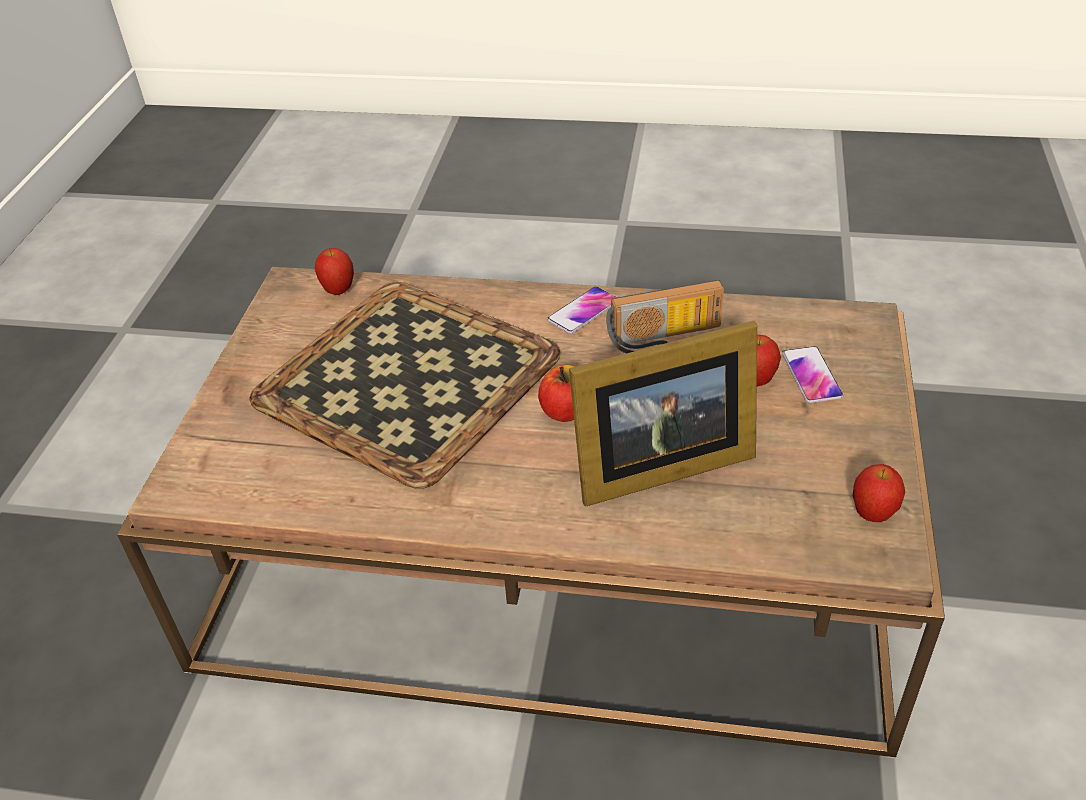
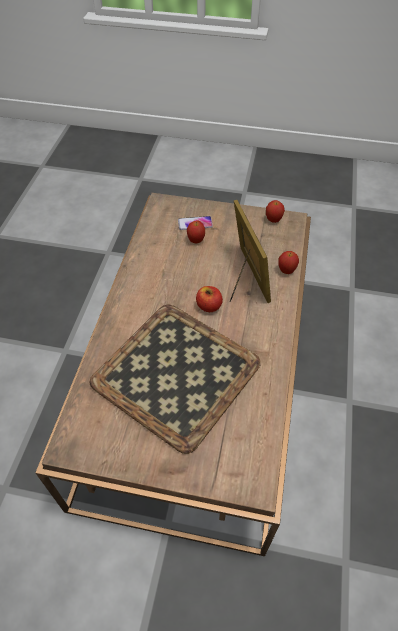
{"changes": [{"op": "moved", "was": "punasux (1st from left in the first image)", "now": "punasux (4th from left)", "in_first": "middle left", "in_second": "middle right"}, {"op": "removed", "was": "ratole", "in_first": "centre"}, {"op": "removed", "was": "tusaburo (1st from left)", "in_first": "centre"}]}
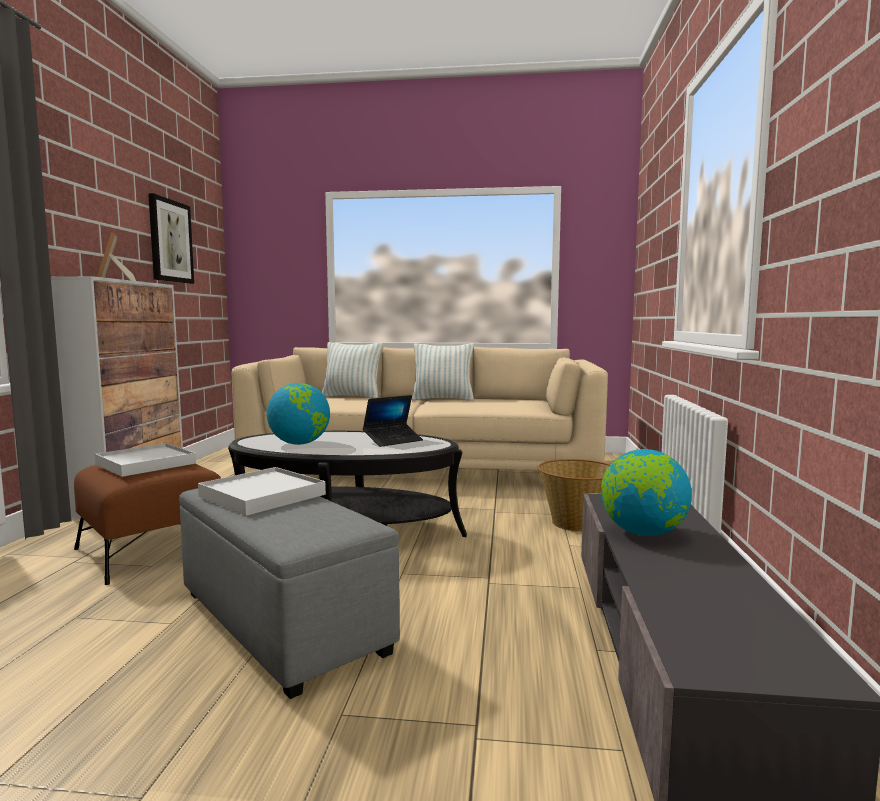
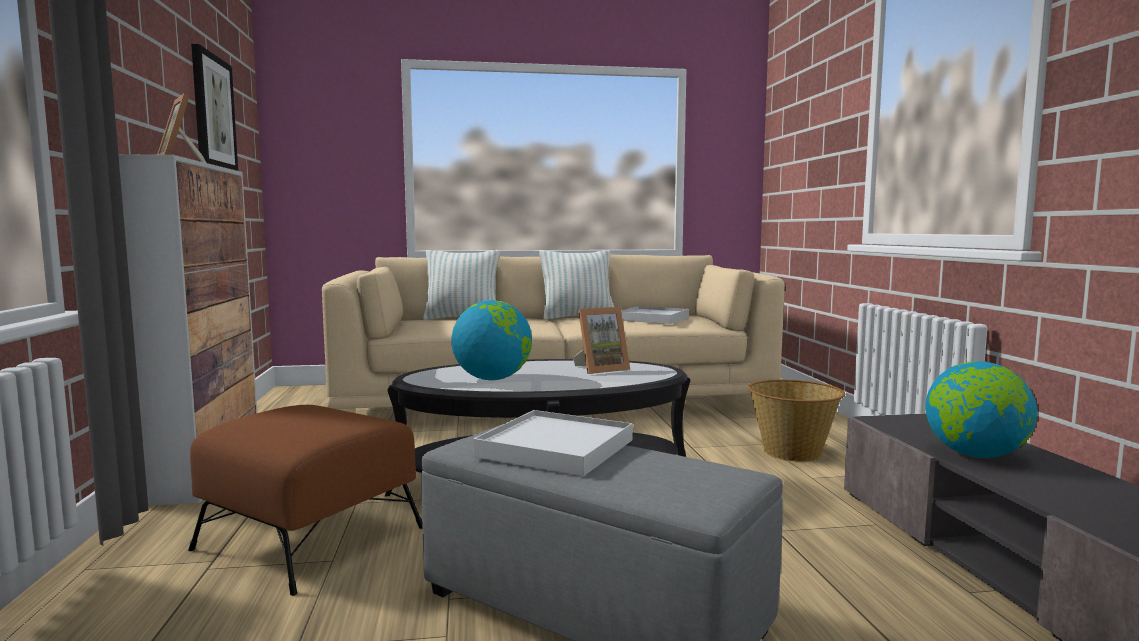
{"changes": [{"op": "replaced", "was": "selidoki", "now": "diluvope (2nd from left)", "in_first": "centre", "in_second": "centre"}, {"op": "moved", "was": "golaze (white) (1st from left in the first image)", "now": "golaze (white) (2nd from left)", "in_first": "middle left", "in_second": "centre"}]}
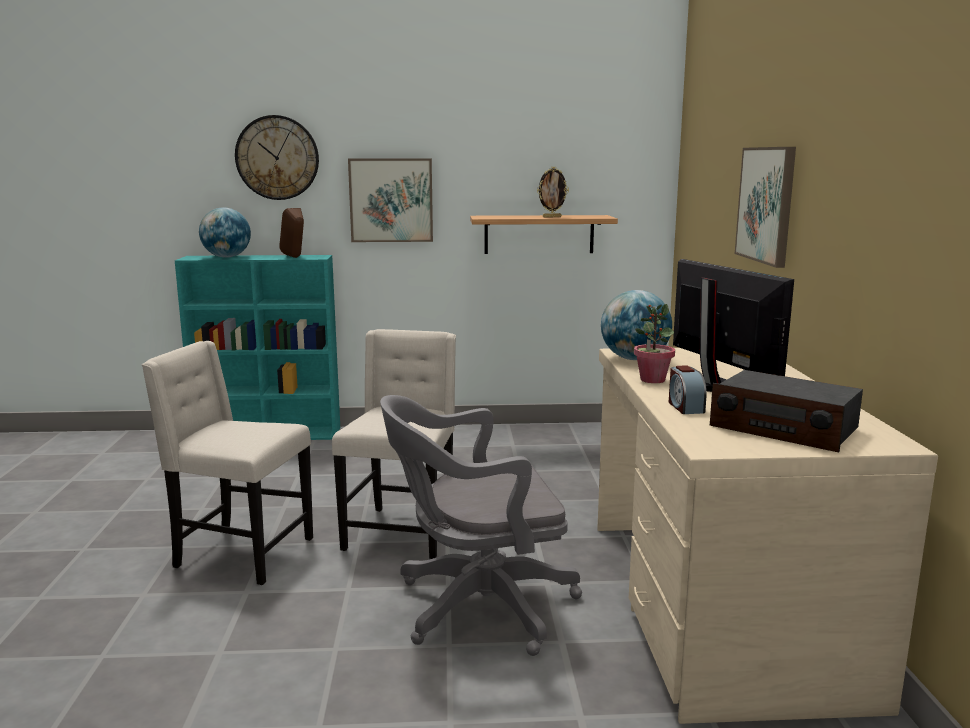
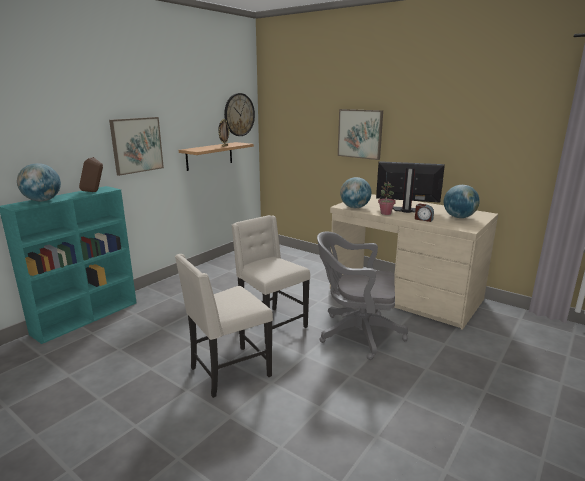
{"changes": [{"op": "moved", "was": "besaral", "in_first": "top left", "in_second": "top centre"}, {"op": "replaced", "was": "ratole", "now": "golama (3rd from left)", "in_first": "middle right", "in_second": "middle right"}, {"op": "turned", "was": "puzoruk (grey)", "in_first": "bottom centre", "in_second": "centre", "clockwise": 75}]}
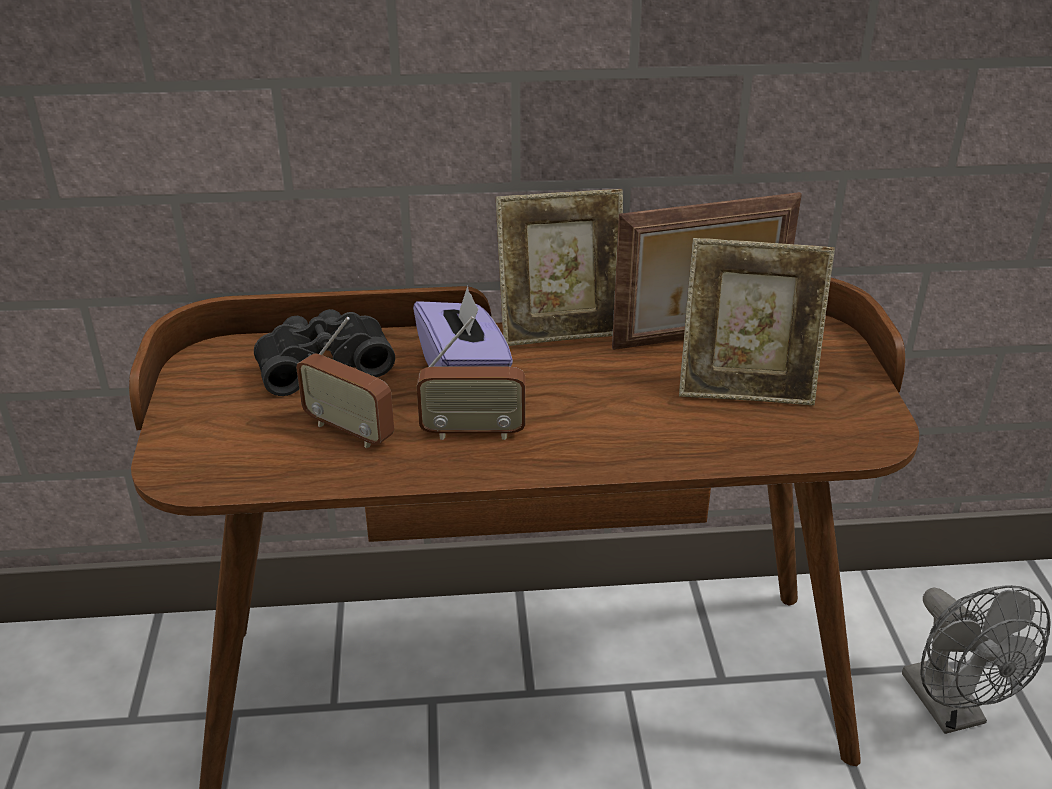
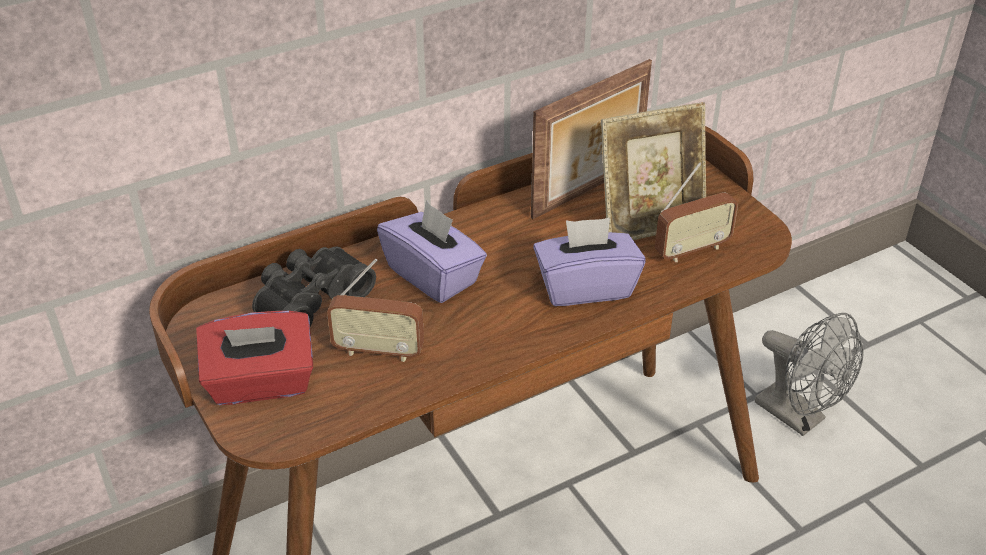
{"changes": [{"op": "removed", "was": "diluvope (1st from left)", "in_first": "centre"}, {"op": "moved", "was": "ratole (2nd from left)", "in_first": "centre", "in_second": "middle right"}, {"op": "added", "now": "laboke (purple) (2nd from left)", "in_second": "centre"}, {"op": "added", "now": "laboke (red)", "in_second": "middle left"}]}
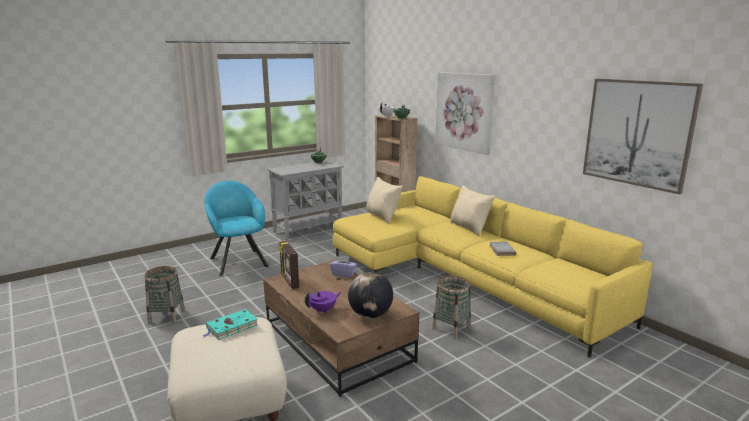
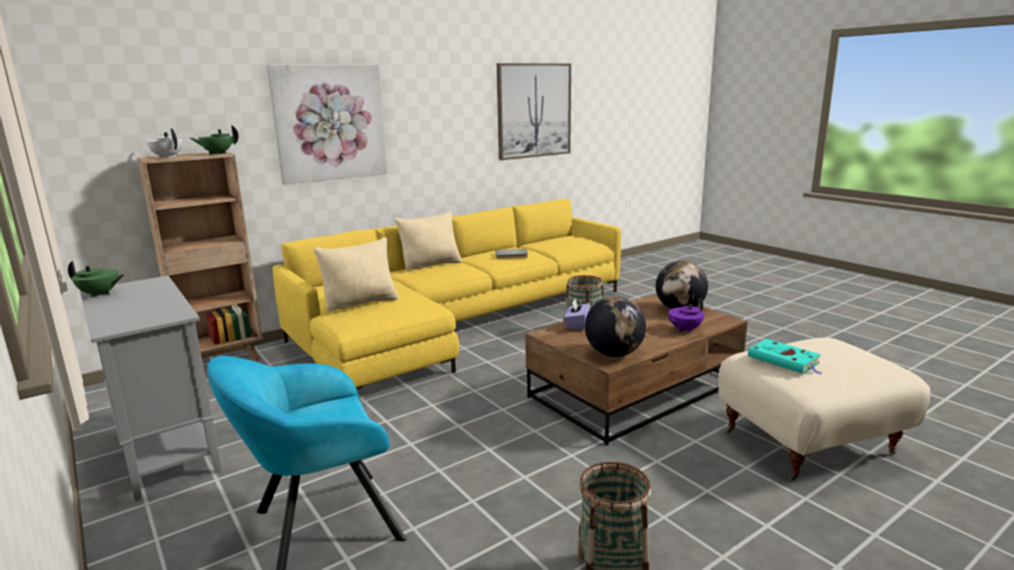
{"changes": [{"op": "replaced", "was": "diluvope", "now": "golama (1st from left)", "in_first": "centre", "in_second": "centre"}, {"op": "turned", "was": "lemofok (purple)", "in_first": "bottom centre", "in_second": "middle right", "clockwise": -90}]}
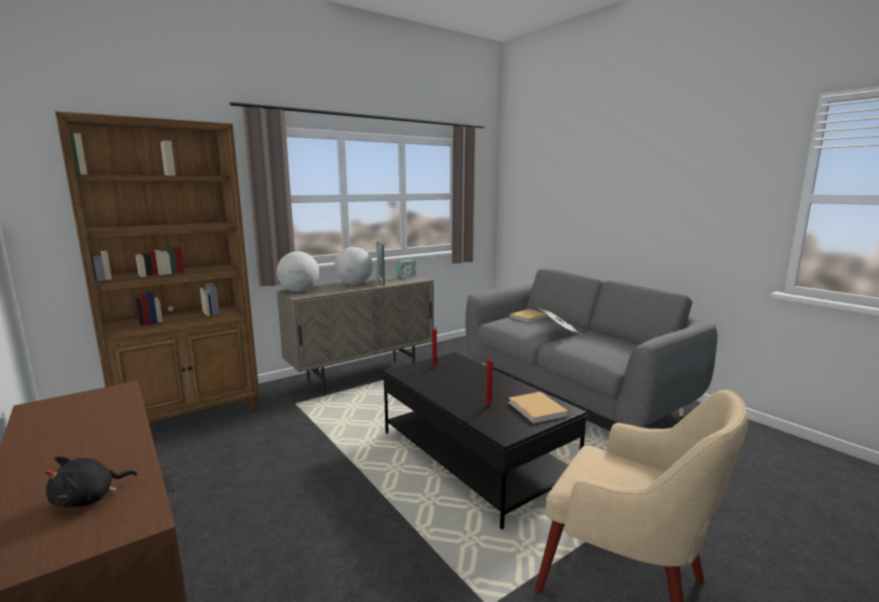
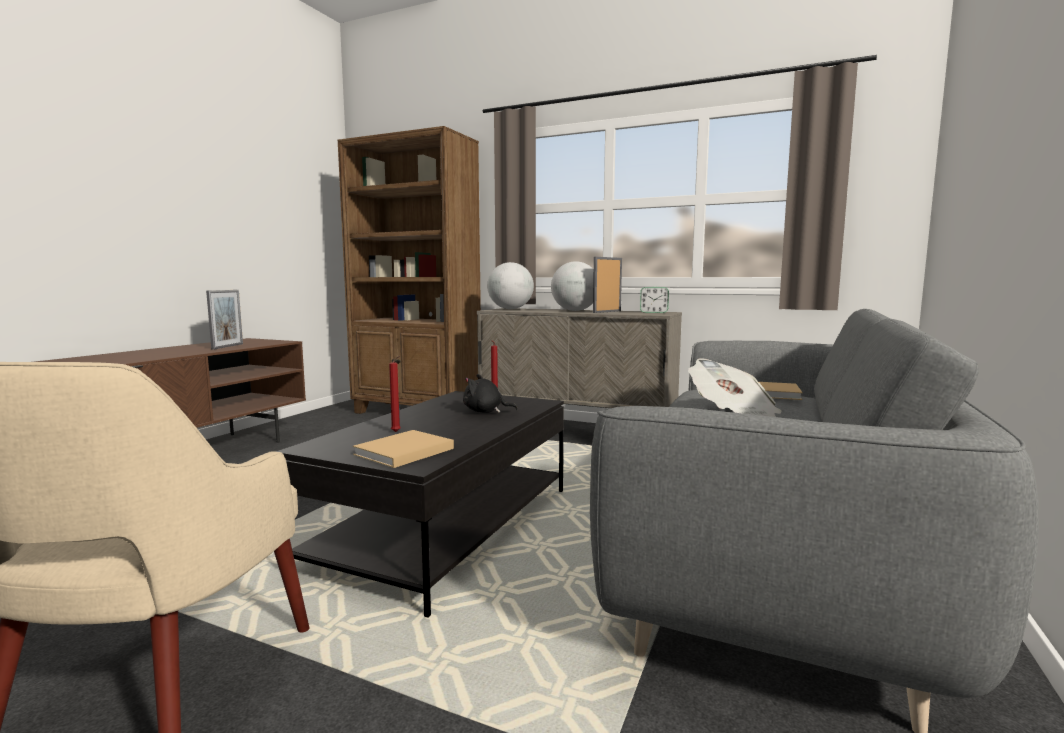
{"changes": [{"op": "moved", "was": "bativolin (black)", "in_first": "bottom left", "in_second": "centre"}, {"op": "added", "now": "diluvope (1st from left)", "in_second": "middle left"}]}
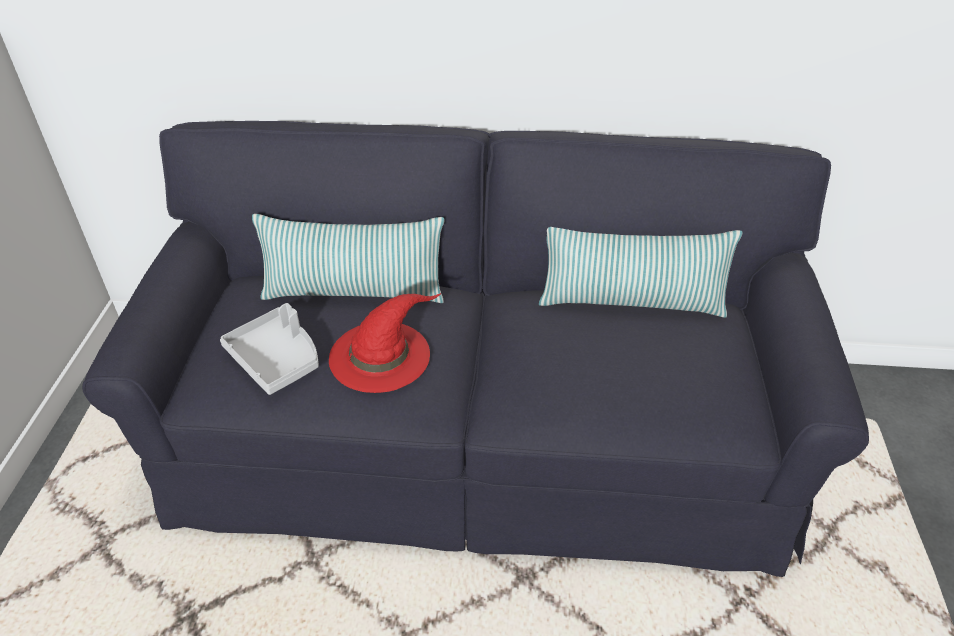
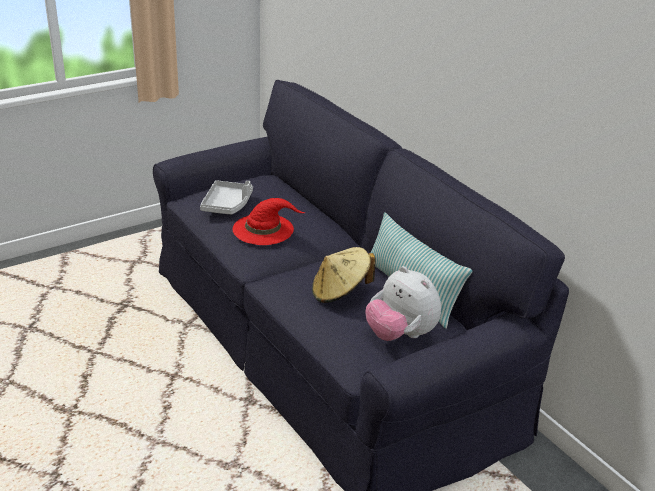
{"changes": [{"op": "removed", "was": "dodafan (1st from left)", "in_first": "centre"}, {"op": "added", "now": "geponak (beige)", "in_second": "centre"}, {"op": "added", "now": "bativolin", "in_second": "centre"}]}
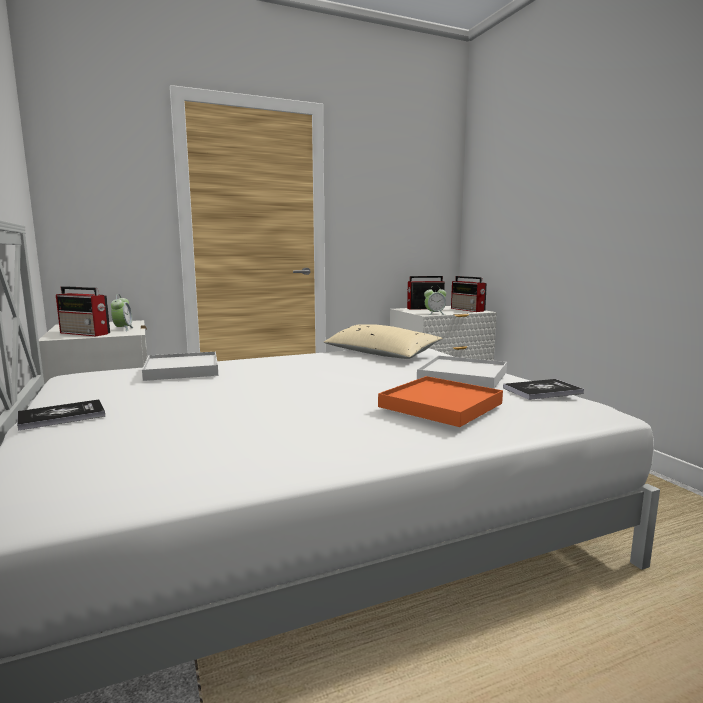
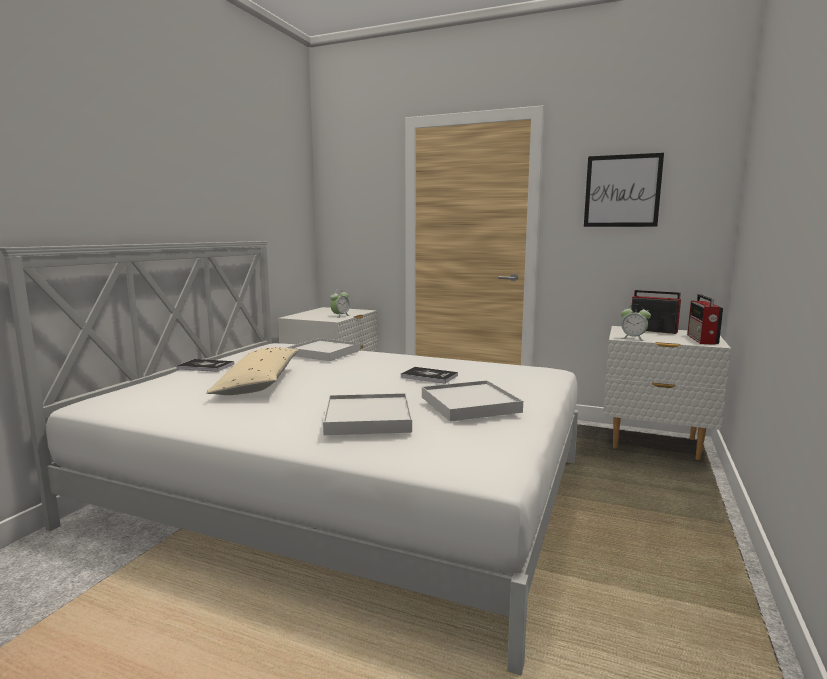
{"changes": [{"op": "removed", "was": "ratole (1st from left)", "in_first": "middle left"}, {"op": "moved", "was": "dodafan (beige)", "in_first": "centre", "in_second": "middle left"}, {"op": "recoloured", "was": "golaze (orange)", "now": "golaze (white) (2nd from left)", "in_first": "centre", "in_second": "centre"}, {"op": "moved", "was": "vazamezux (2nd from left)", "in_first": "middle right", "in_second": "centre"}, {"op": "added", "now": "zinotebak", "in_second": "top right"}]}
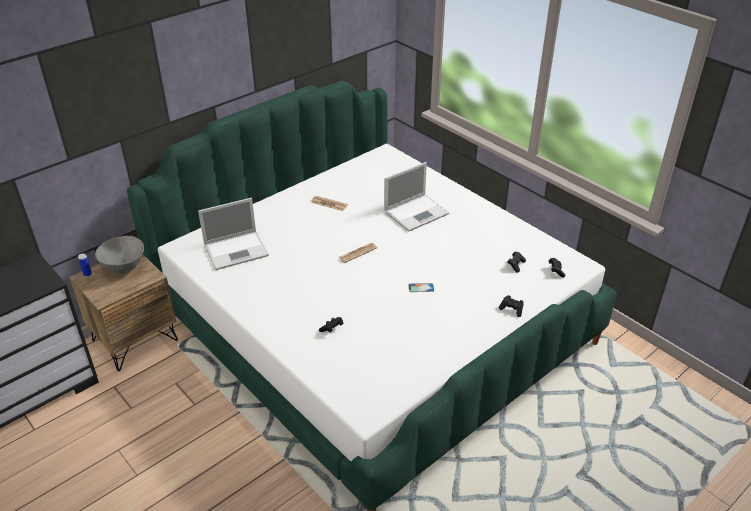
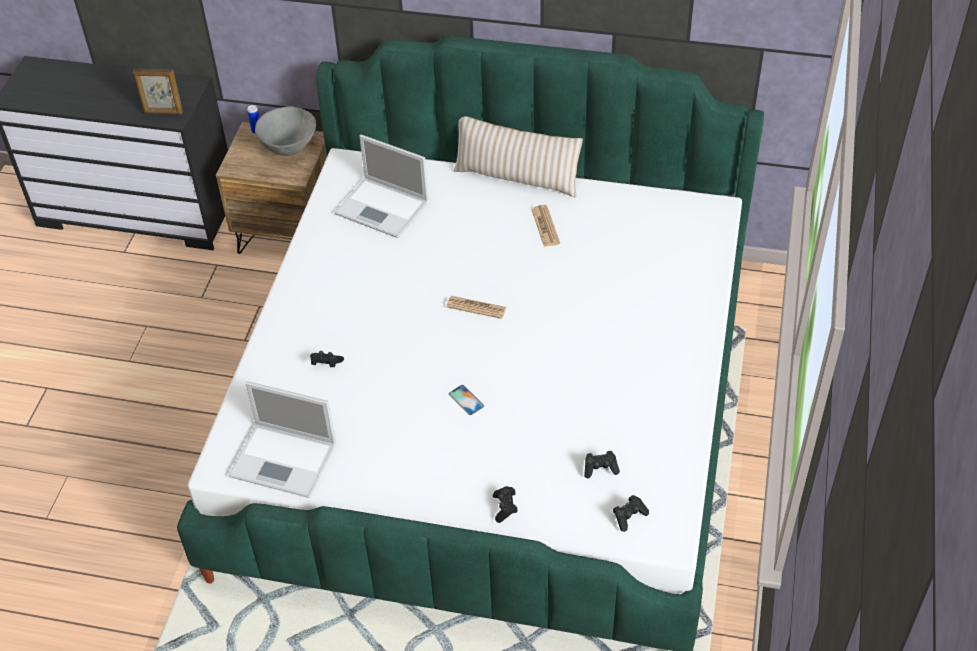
{"changes": [{"op": "moved", "was": "selidoki (2nd from left in the first image)", "now": "selidoki (1st from left)", "in_first": "centre", "in_second": "bottom left"}, {"op": "added", "now": "diluvope", "in_second": "top left"}, {"op": "added", "now": "dodafan (beige)", "in_second": "top centre"}]}
